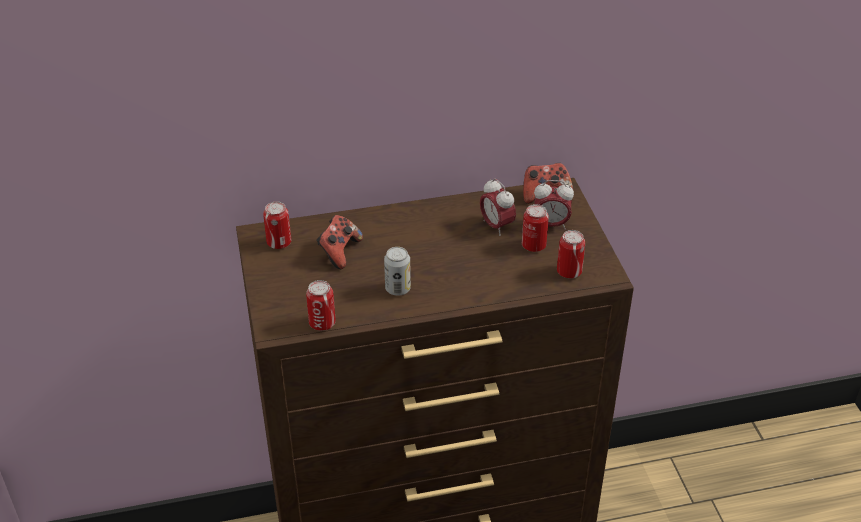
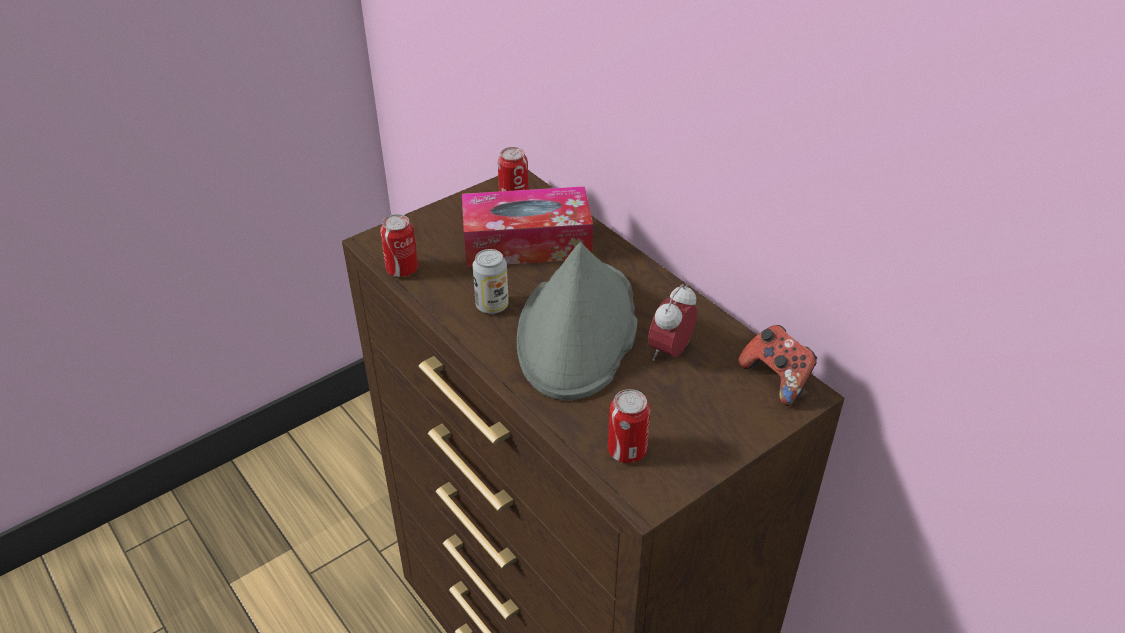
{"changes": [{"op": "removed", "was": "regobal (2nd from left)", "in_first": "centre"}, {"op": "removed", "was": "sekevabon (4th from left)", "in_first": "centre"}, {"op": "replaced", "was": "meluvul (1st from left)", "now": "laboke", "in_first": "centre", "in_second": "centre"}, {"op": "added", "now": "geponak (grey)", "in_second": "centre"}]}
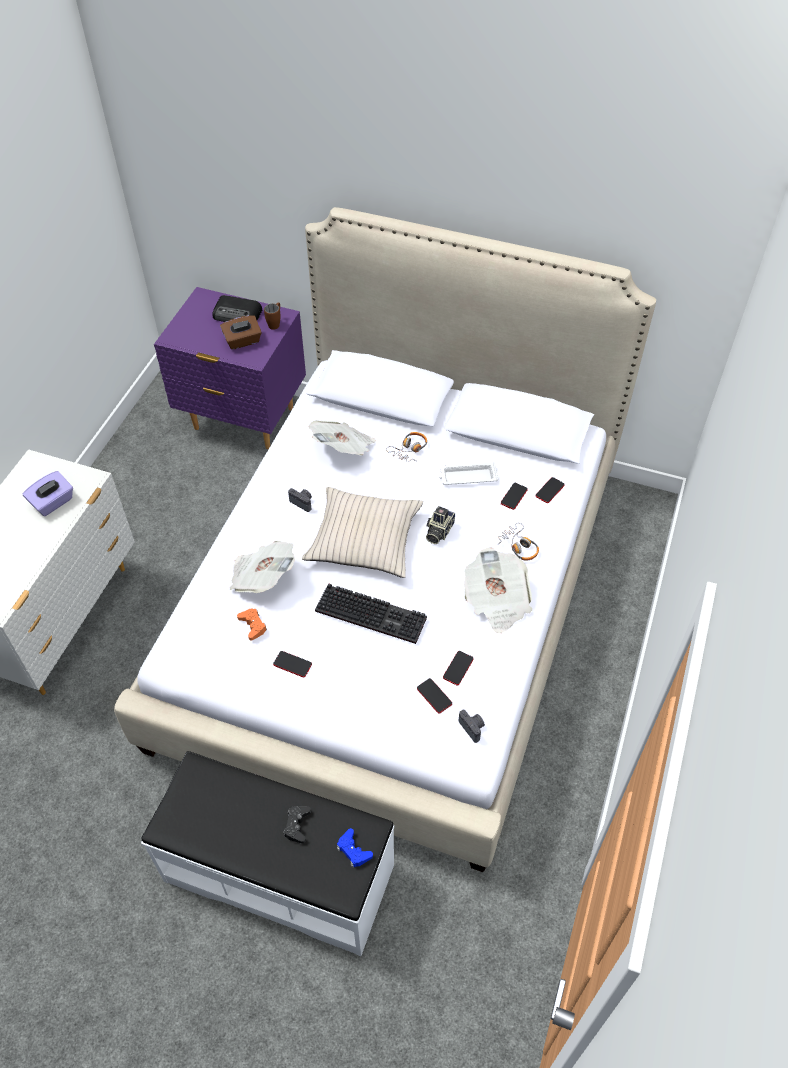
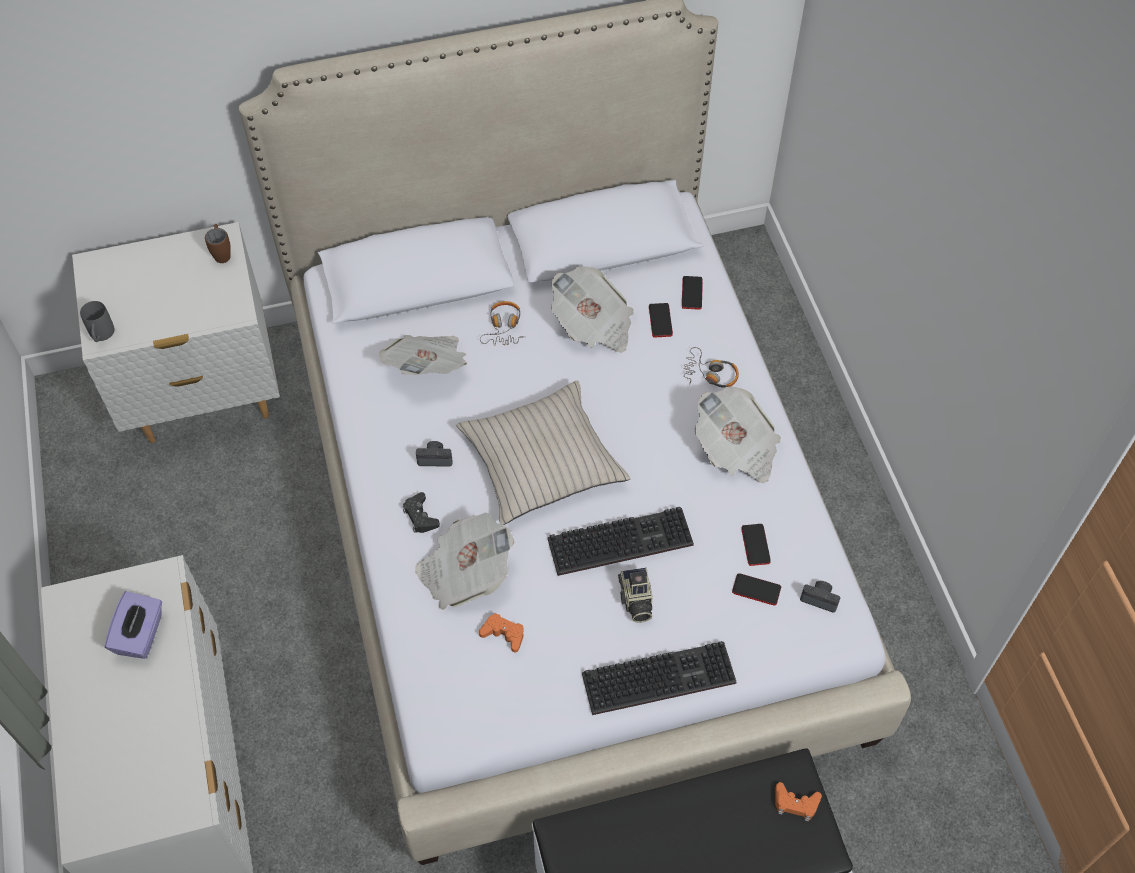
{"changes": [{"op": "recoloured", "was": "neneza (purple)", "now": "neneza (white)", "in_first": "middle left", "in_second": "middle left"}, {"op": "removed", "was": "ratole", "in_first": "top left"}, {"op": "removed", "was": "laboke (brown)", "in_first": "top left"}, {"op": "replaced", "was": "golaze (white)", "now": "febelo (3rd from left)", "in_first": "centre", "in_second": "centre"}, {"op": "moved", "was": "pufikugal (2nd from left)", "in_first": "centre", "in_second": "bottom centre"}, {"op": "removed", "was": "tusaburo (1st from left)", "in_first": "centre"}, {"op": "moved", "was": "meluvul (black)", "in_first": "bottom centre", "in_second": "centre"}, {"op": "recoloured", "was": "meluvul (blue)", "now": "meluvul (orange) (2nd from left)", "in_first": "bottom centre", "in_second": "bottom right"}, {"op": "added", "now": "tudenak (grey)", "in_second": "middle left"}, {"op": "added", "now": "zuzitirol (2nd from left)", "in_second": "bottom centre"}]}
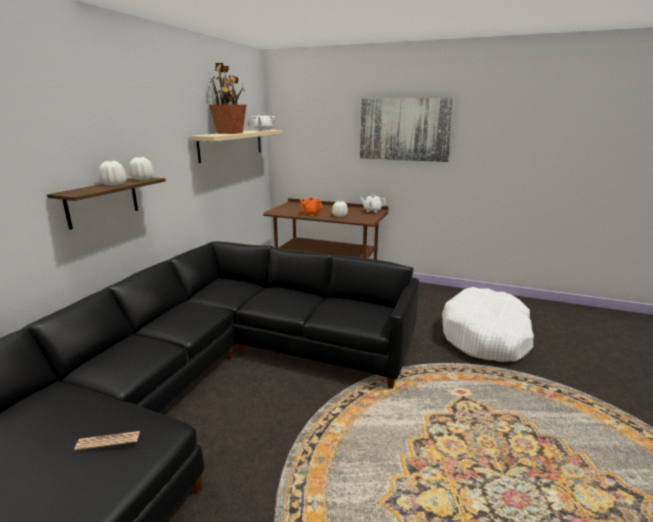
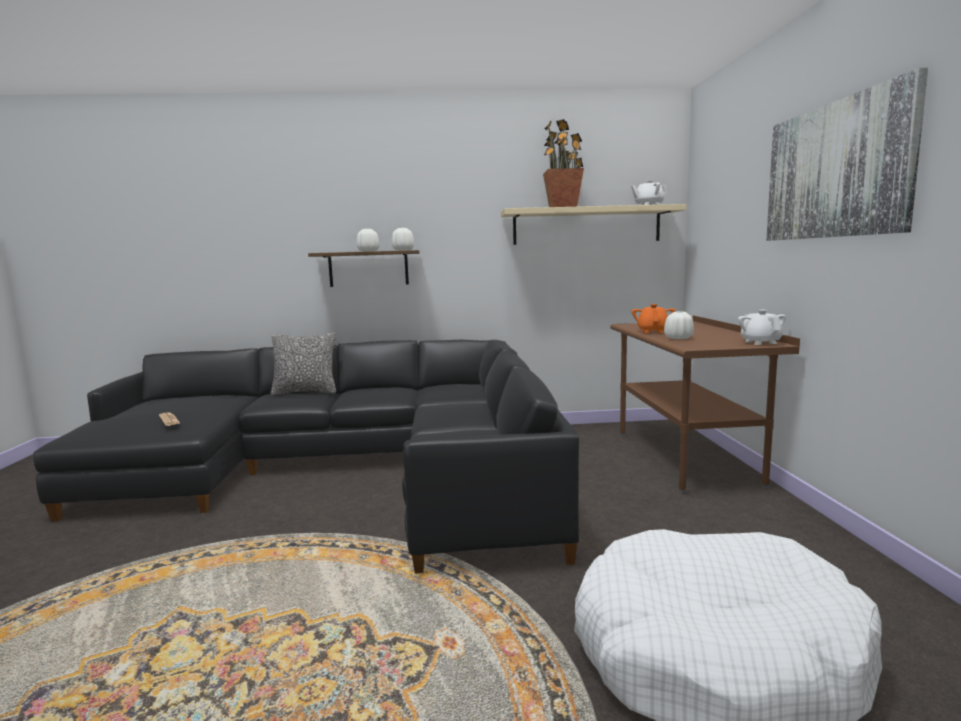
{"changes": [{"op": "added", "now": "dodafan", "in_second": "middle left"}]}
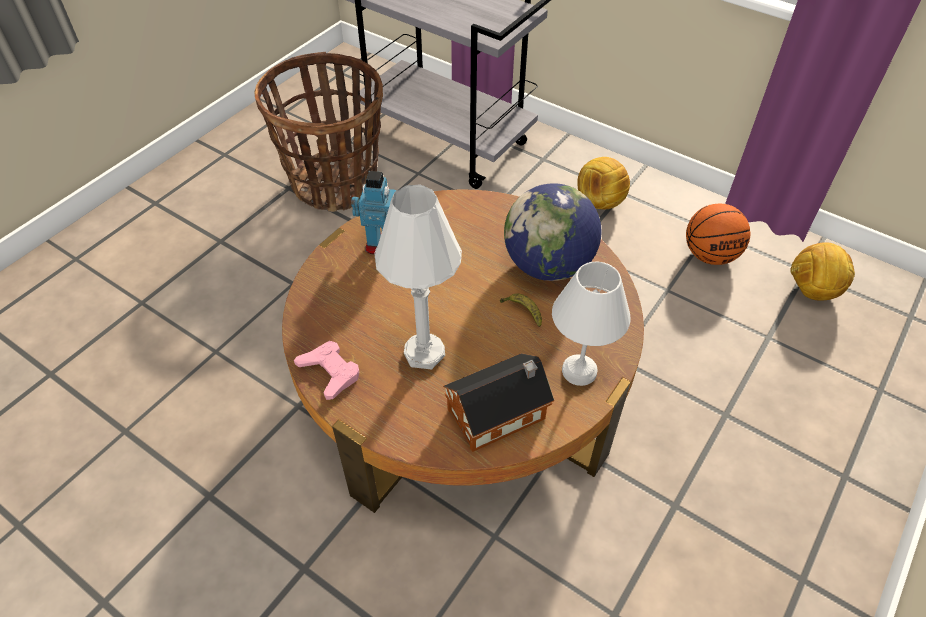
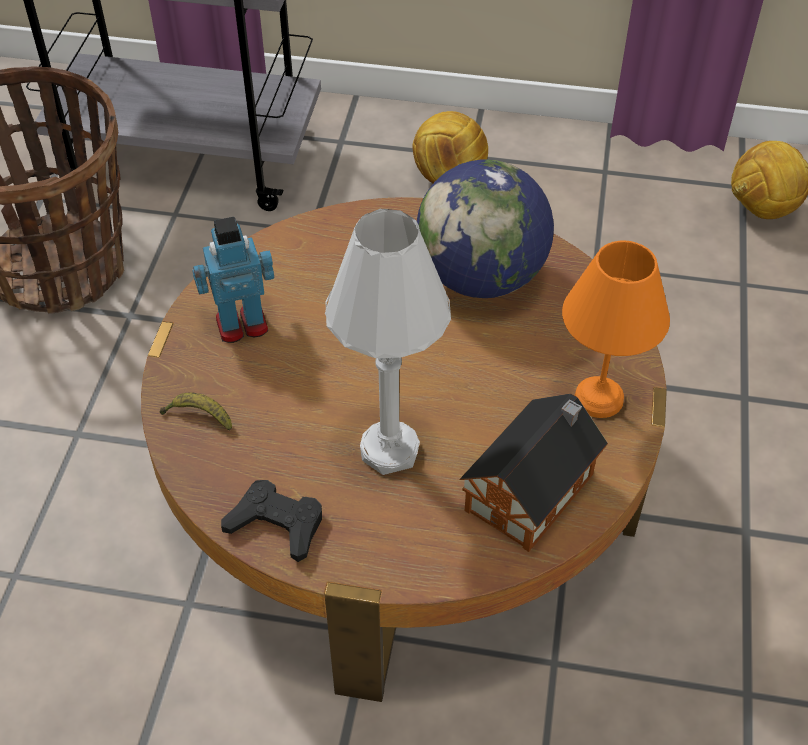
{"changes": [{"op": "removed", "was": "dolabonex", "in_first": "middle right"}, {"op": "recoloured", "was": "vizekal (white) (2nd from left)", "now": "vizekal (orange)", "in_first": "centre", "in_second": "middle right"}, {"op": "moved", "was": "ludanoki", "in_first": "centre", "in_second": "middle left"}, {"op": "recoloured", "was": "meluvul (pink)", "now": "meluvul (black)", "in_first": "centre", "in_second": "bottom centre"}]}
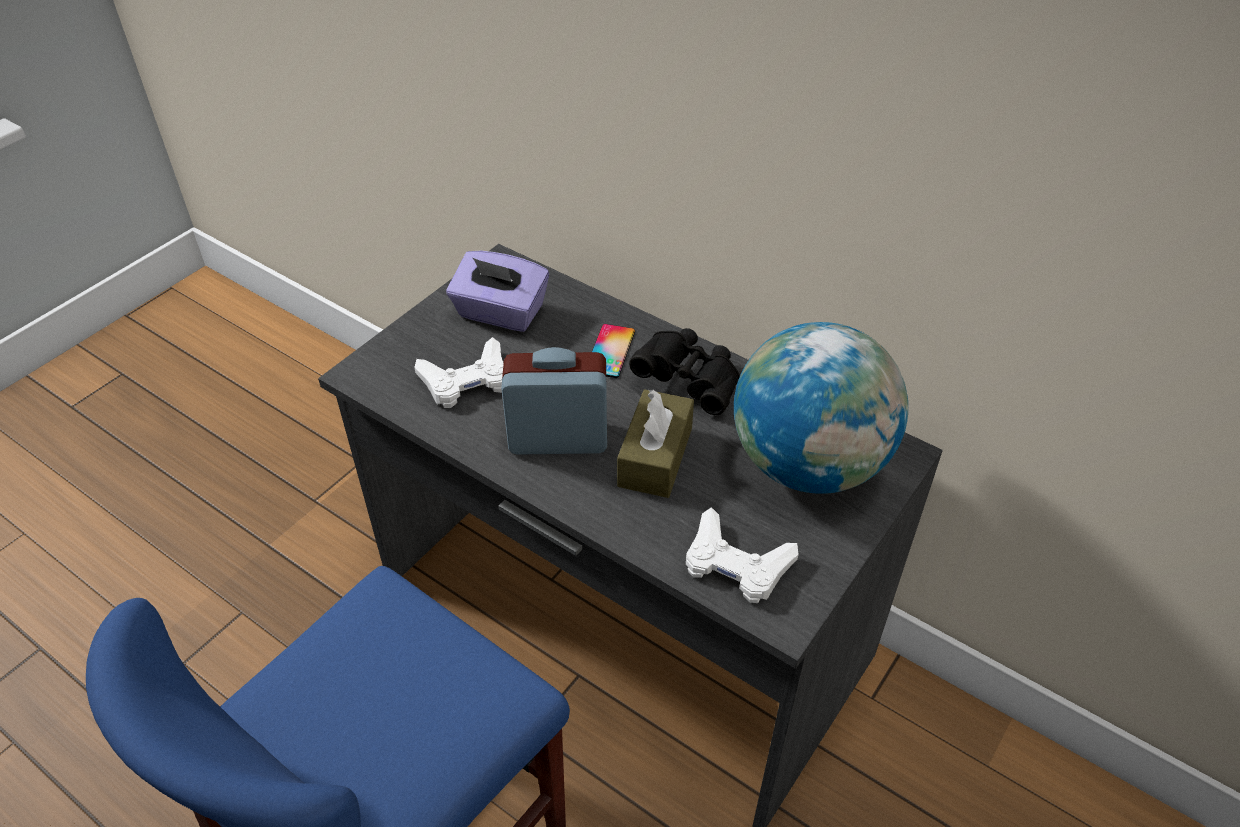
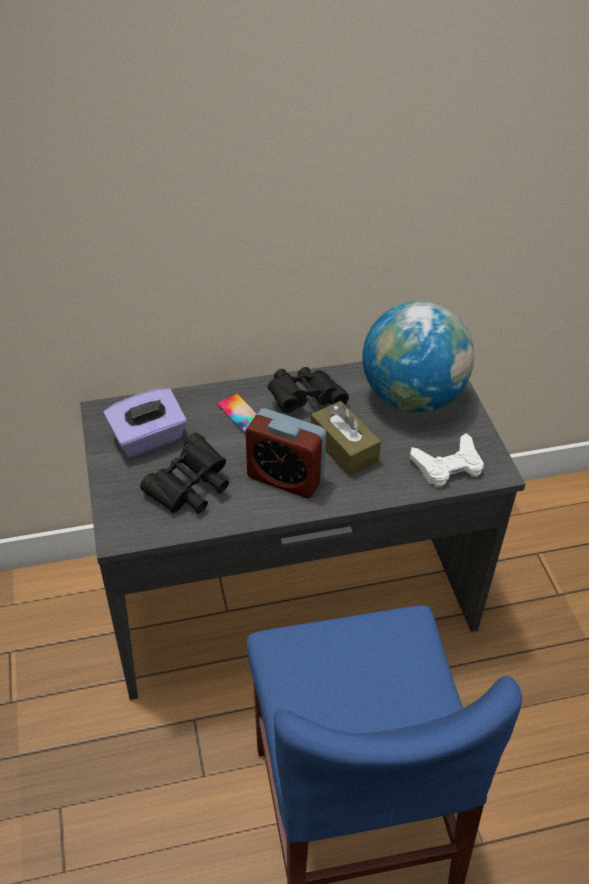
{"changes": [{"op": "replaced", "was": "meluvul (white) (1st from left)", "now": "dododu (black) (1st from left)", "in_first": "centre", "in_second": "middle left"}, {"op": "turned", "was": "regobal", "in_first": "centre", "in_second": "centre", "clockwise": -105}]}
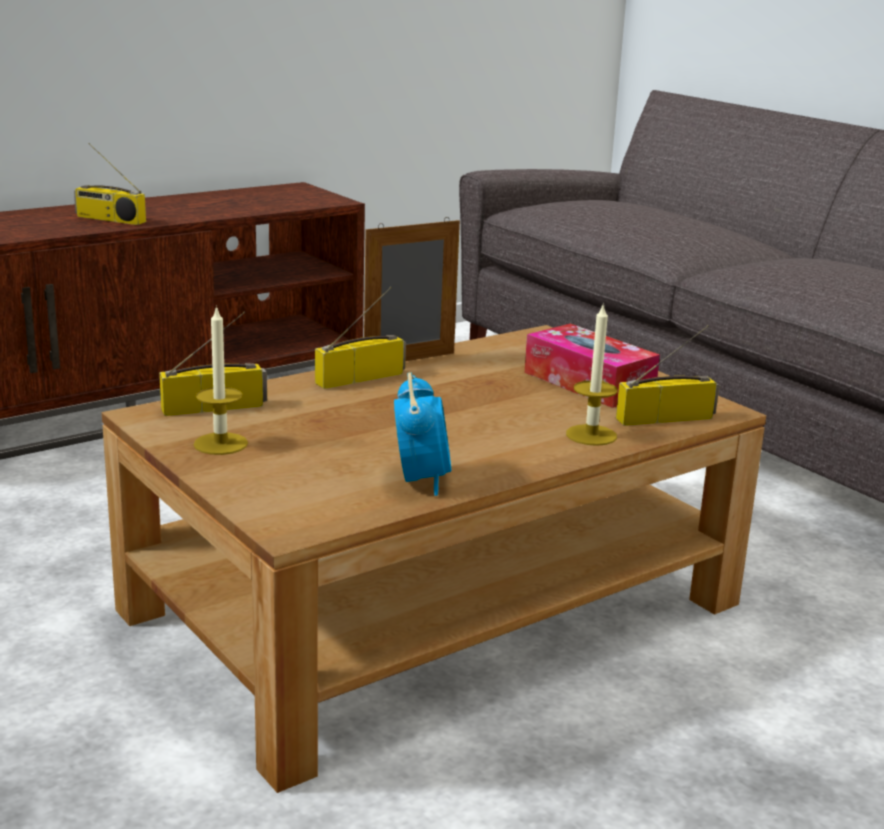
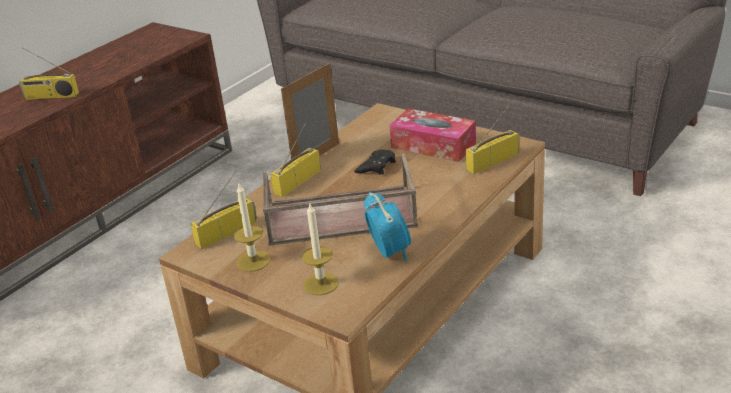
{"changes": [{"op": "moved", "was": "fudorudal (2nd from left)", "in_first": "middle right", "in_second": "centre"}, {"op": "added", "now": "meluvul (black)", "in_second": "centre"}, {"op": "added", "now": "golaze (brown)", "in_second": "centre"}]}
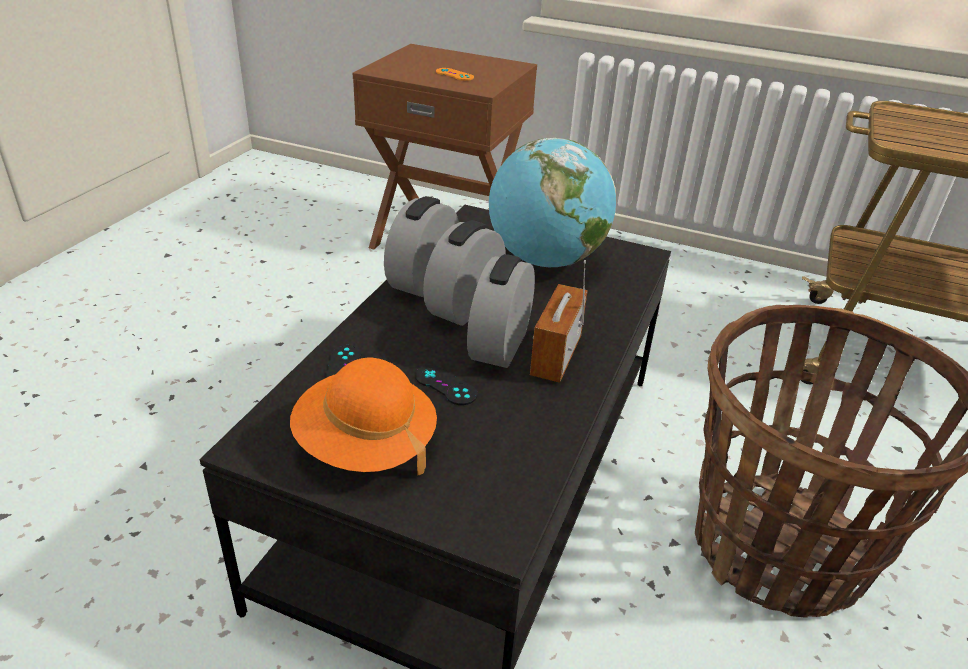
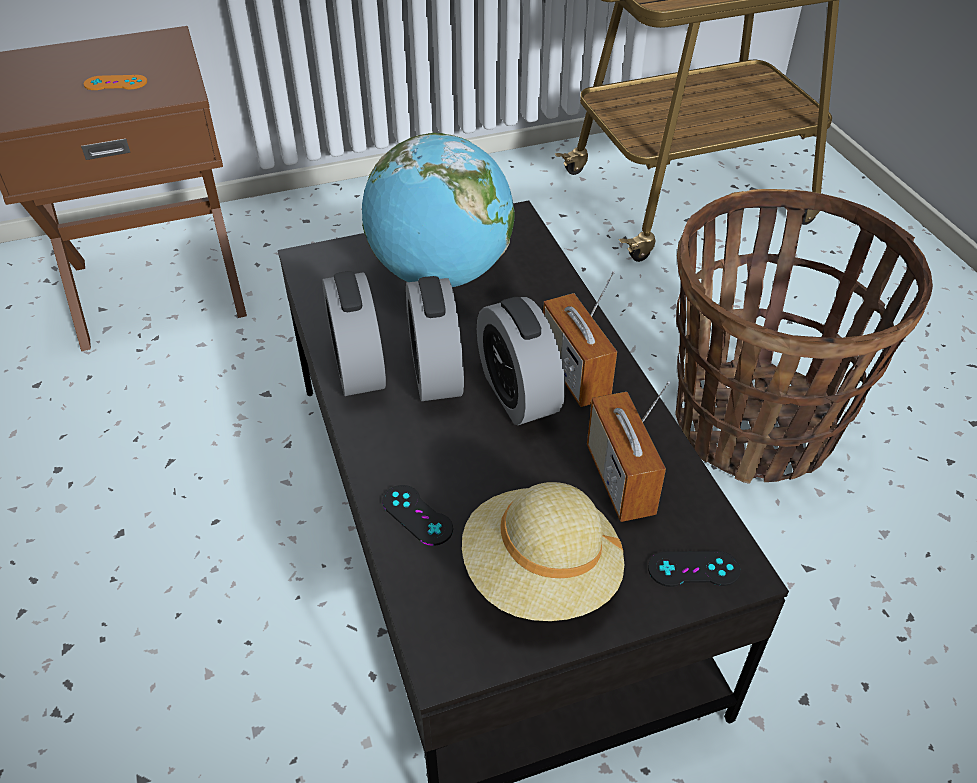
{"changes": [{"op": "recoloured", "was": "geponak (orange)", "now": "geponak (beige)", "in_first": "centre", "in_second": "bottom centre"}, {"op": "moved", "was": "meluvul (black) (2nd from left)", "in_first": "centre", "in_second": "bottom right"}, {"op": "added", "now": "ratole (2nd from left)", "in_second": "centre"}]}
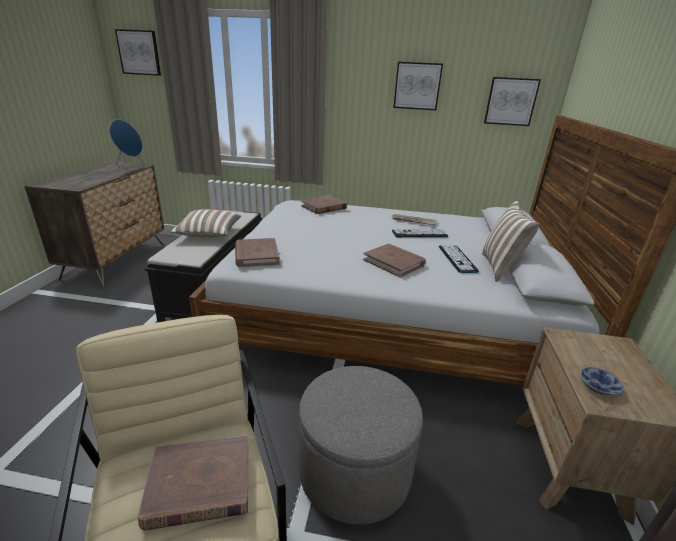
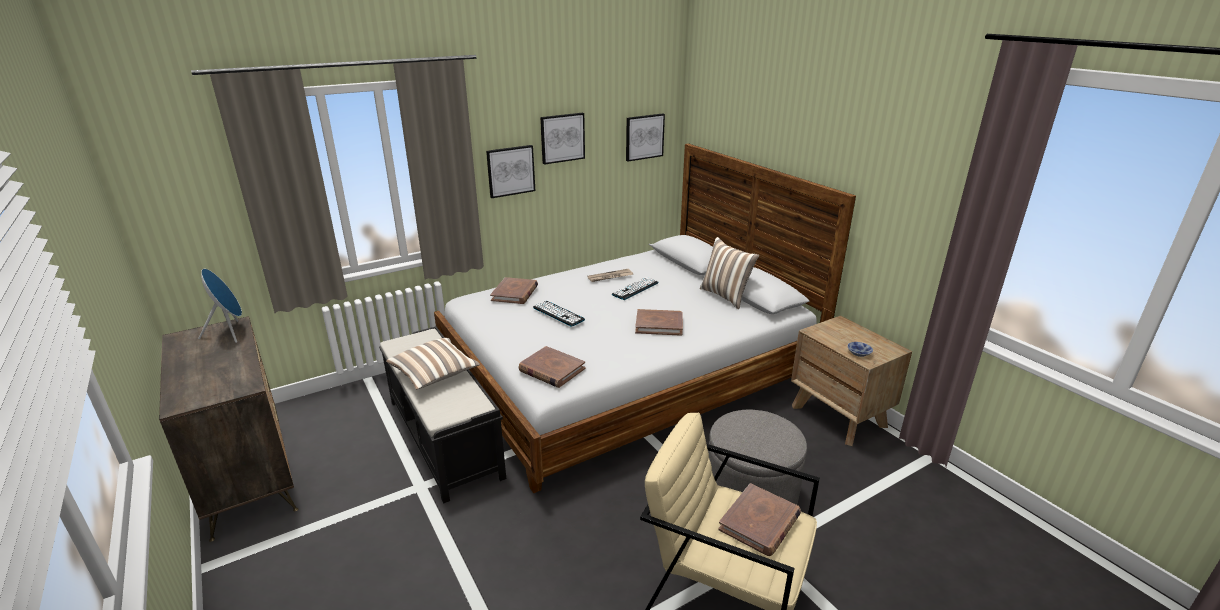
{"changes": [{"op": "moved", "was": "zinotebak (1st from left)", "in_first": "top left", "in_second": "top centre"}, {"op": "moved", "was": "zuzitirol (2nd from left in the first image)", "now": "zuzitirol (1st from left)", "in_first": "middle right", "in_second": "centre"}]}
